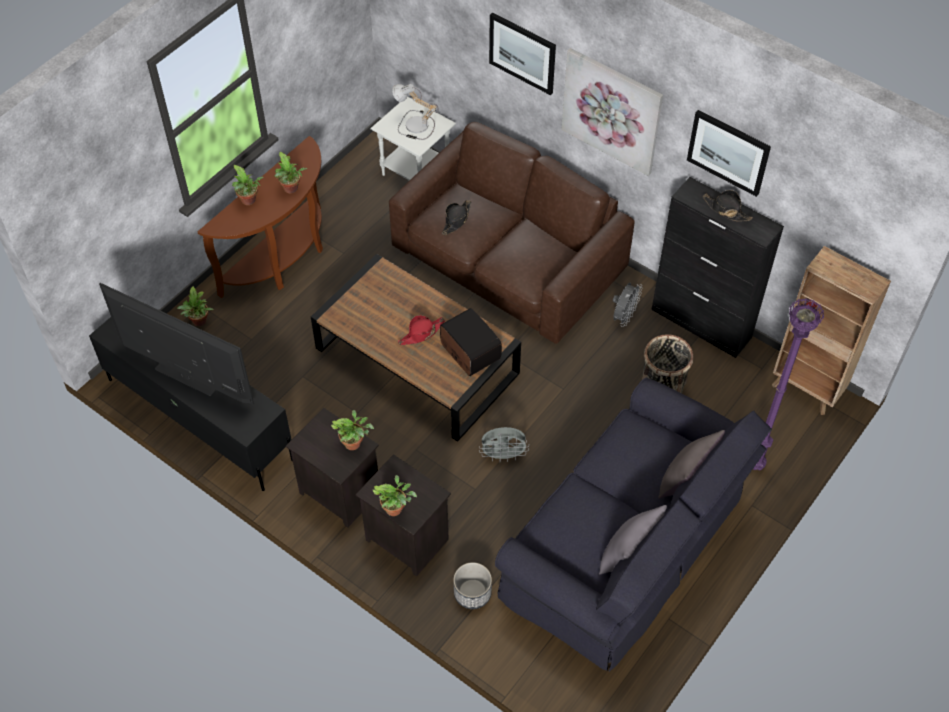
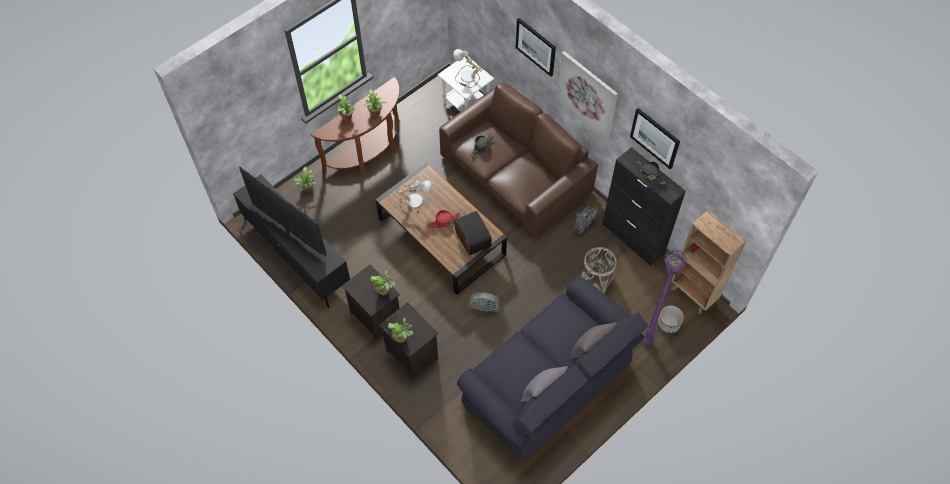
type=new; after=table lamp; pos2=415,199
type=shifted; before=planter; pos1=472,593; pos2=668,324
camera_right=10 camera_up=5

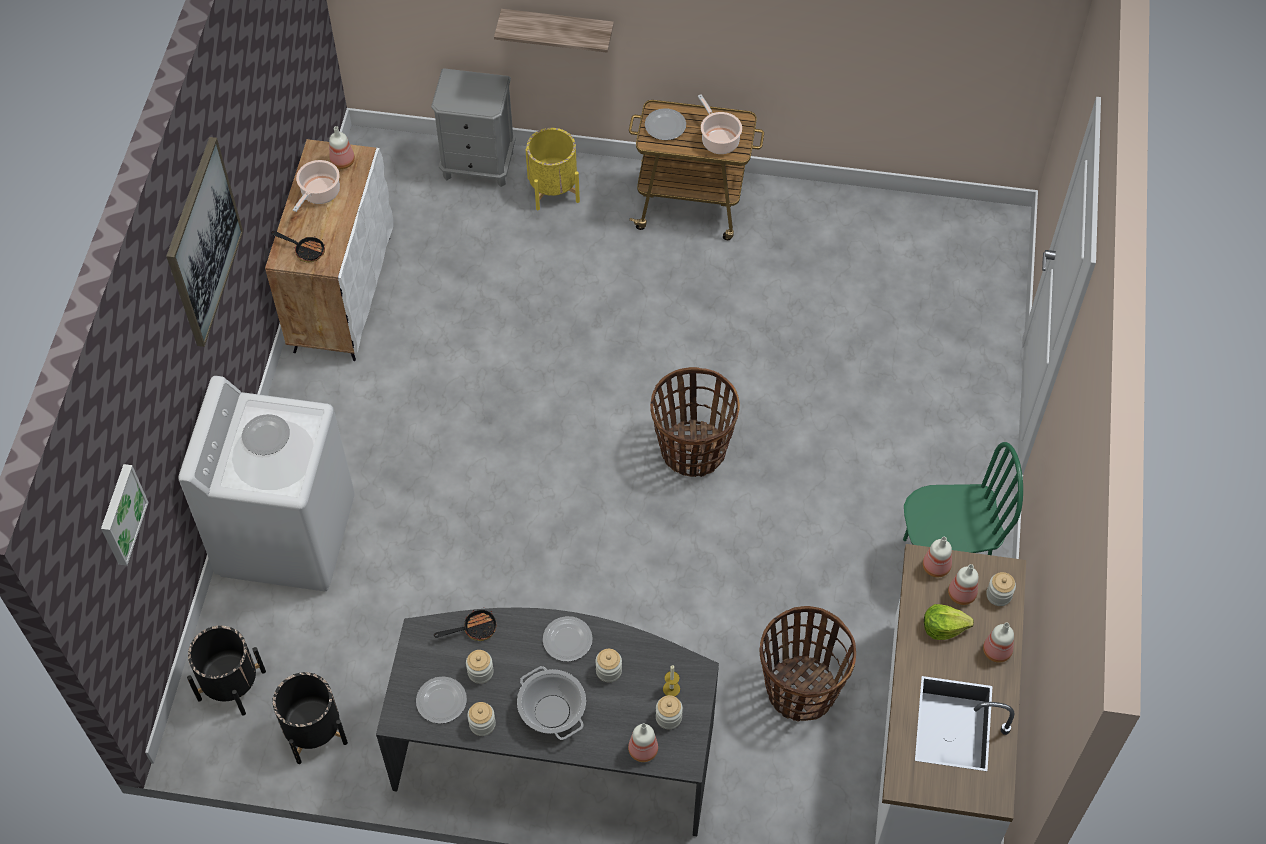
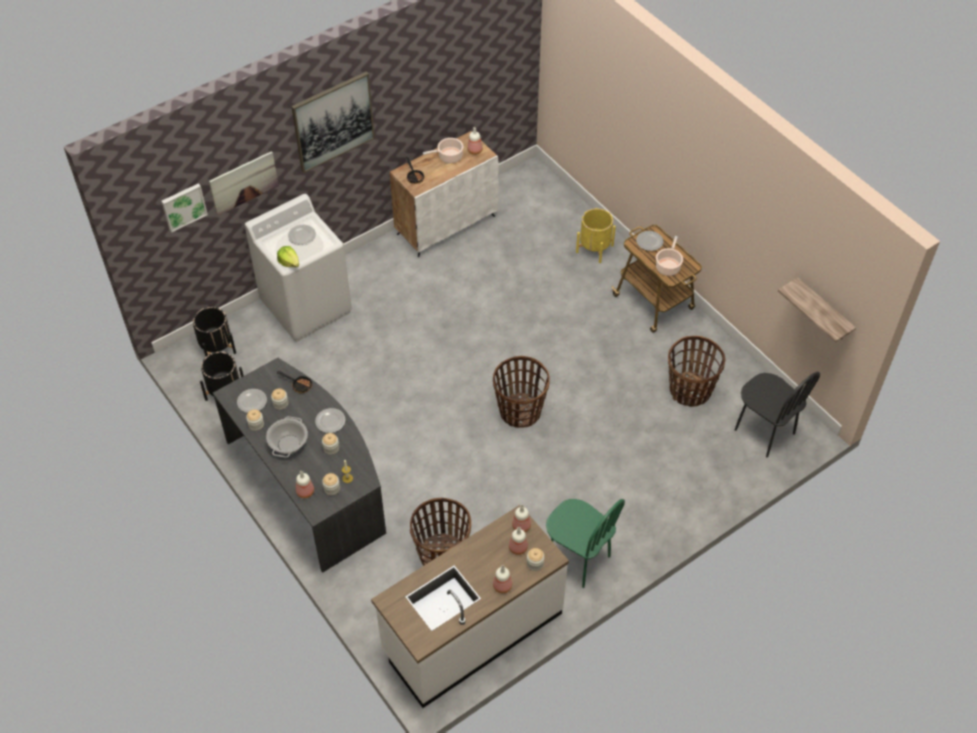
type=gone; before=nightstand in grey; pos1=478,164
type=new; after=picture; pos2=244,182
type=new; after=basket; pos2=690,391
type=new; after=chair in black; pos2=764,432
type=shifted; before=shelf; pos1=558,29; pos2=823,311
type=shifted; before=lettuce; pos1=943,627; pos2=289,262
camera_right=45 camera_up=-5

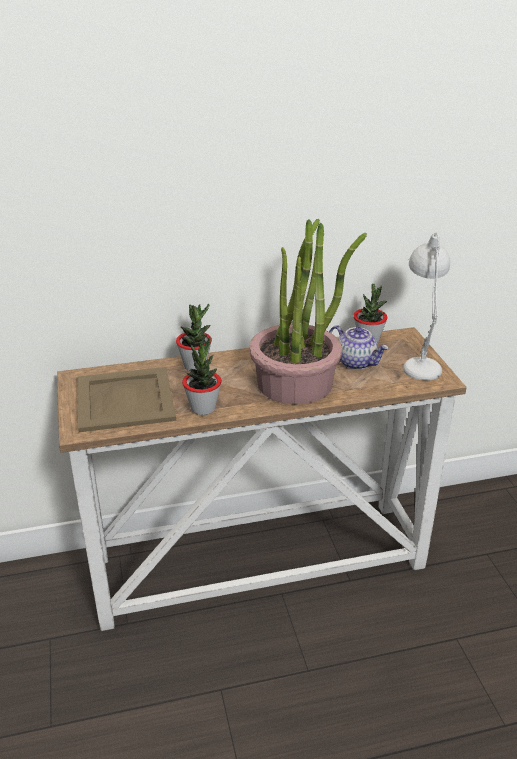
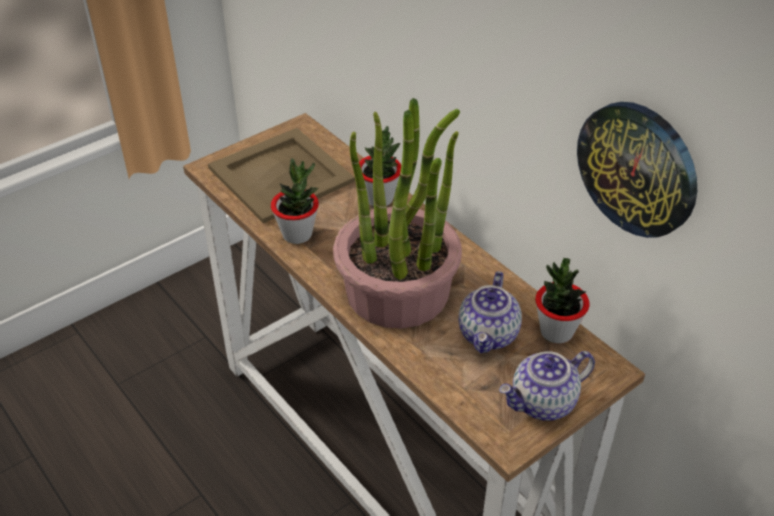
type=new; after=wall clock; pos2=637,168
type=swapped; before=table lamp in white; after=teapot; pos1=420,361; pos2=543,403
camera_right=65 camera_up=10

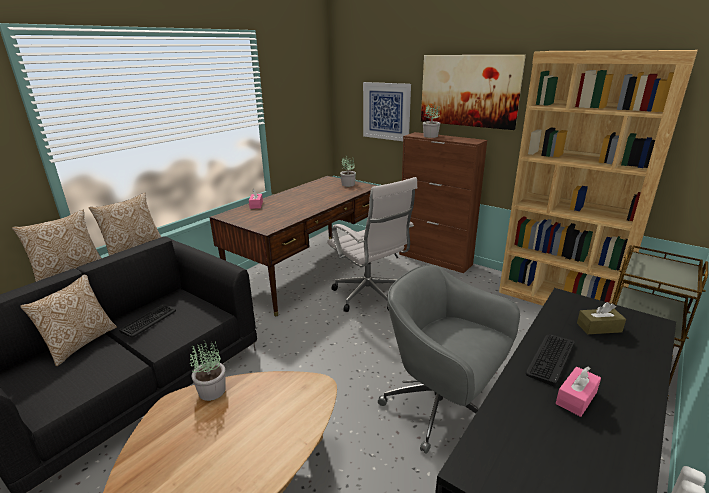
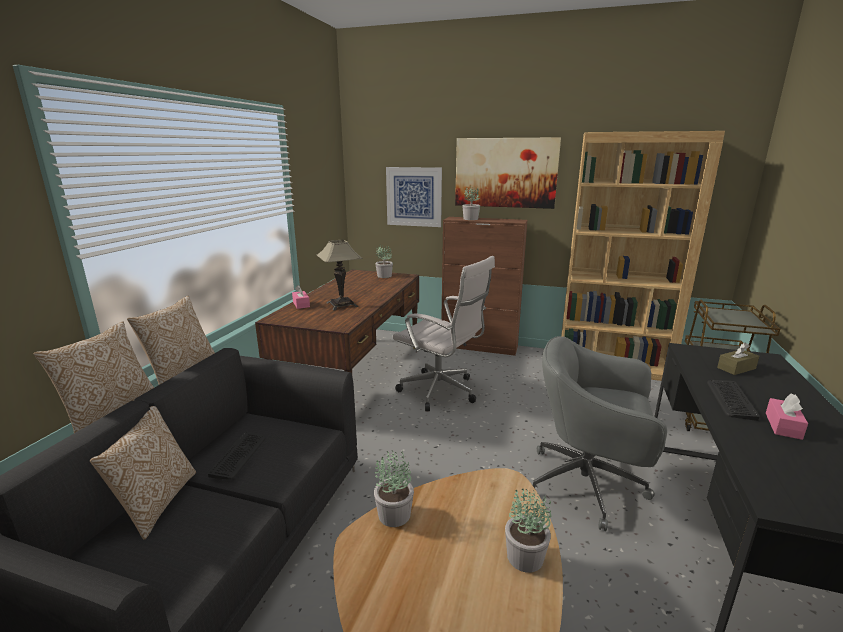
type=new; after=table lamp; pos2=342,305
type=new; after=potted plant; pos2=525,558
camera_right=-20 camera_up=-5

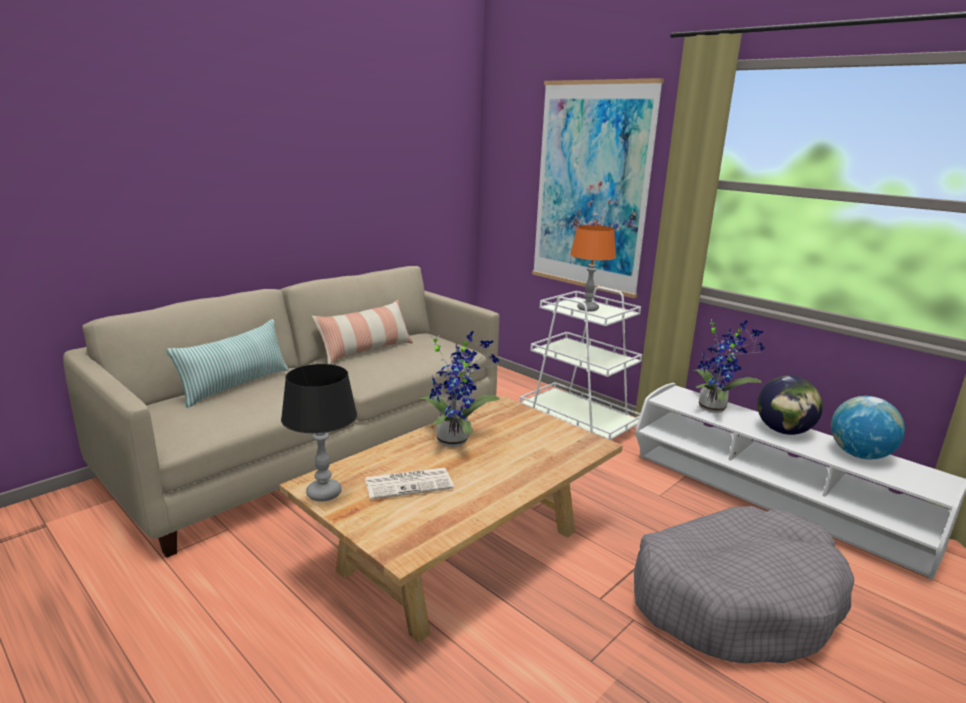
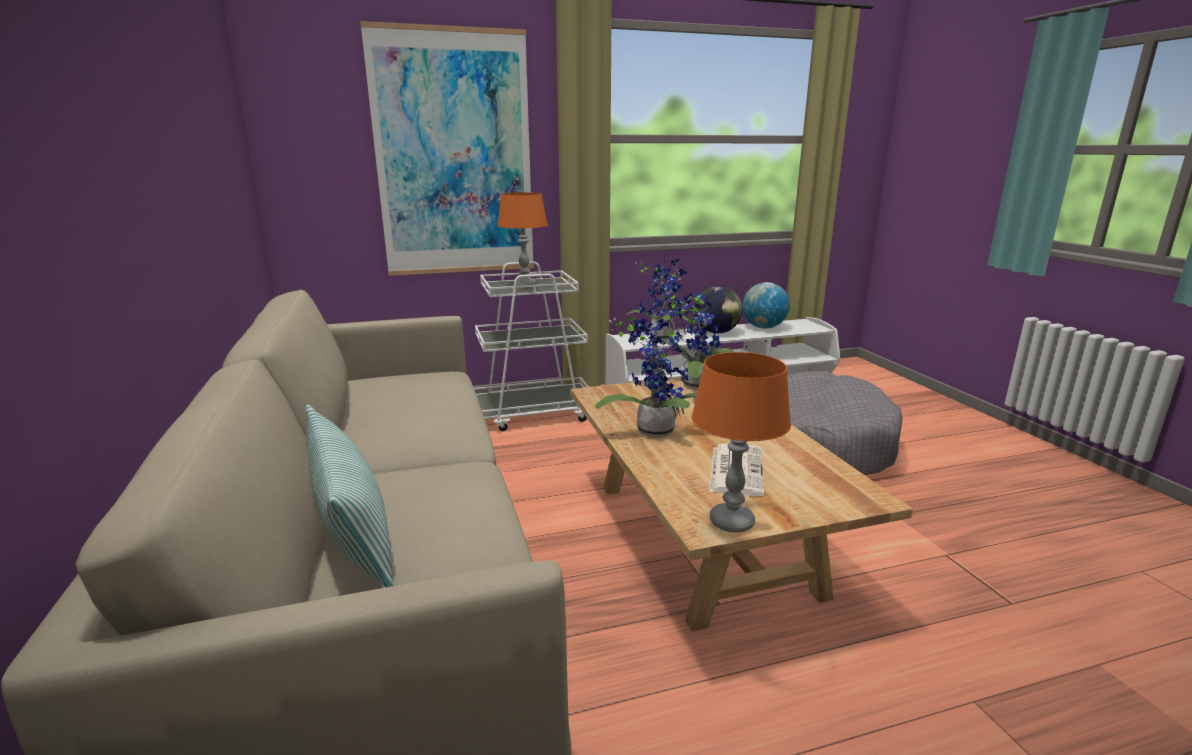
type=gone; before=pillow; pos1=366,350
type=new; after=potted plant; pos2=693,385
type=repainted; before=table lamp in black; after=table lamp in orange; pos1=324,493; pos2=731,522
camera_right=-60 camera_up=0

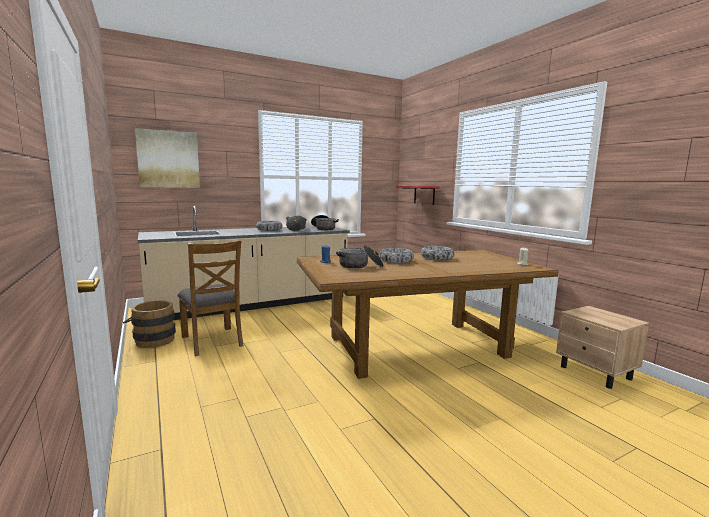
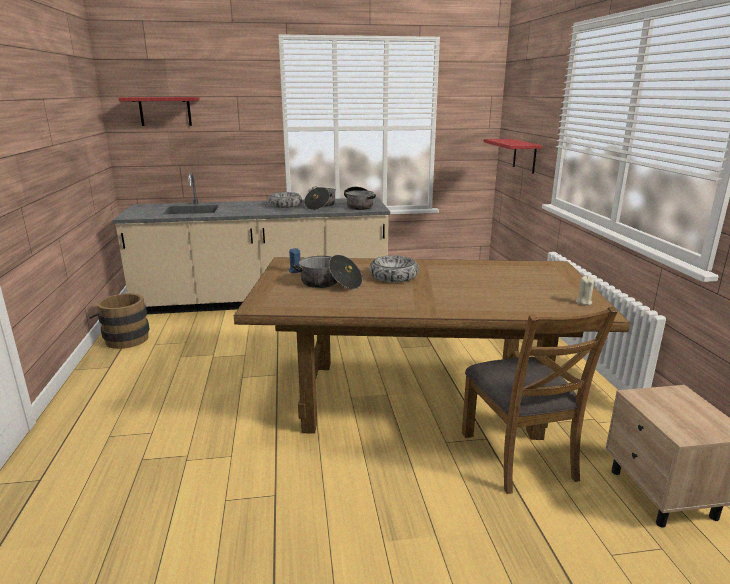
type=gone; before=bowl; pos1=437,258
type=shifted; before=chair in brown; pos1=213,341; pos2=519,456
type=swapped; before=picture; after=shelf in red; pos1=168,159; pos2=165,111
camera_right=20 camera_up=10

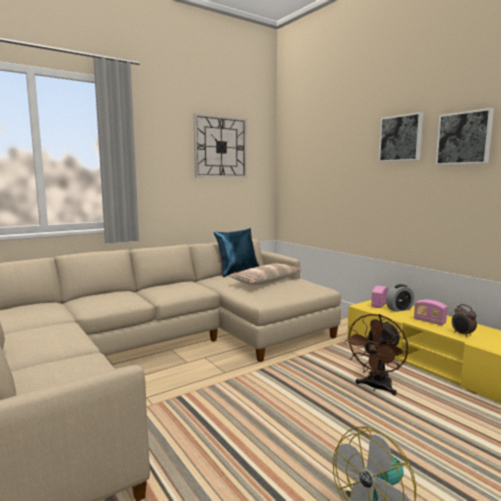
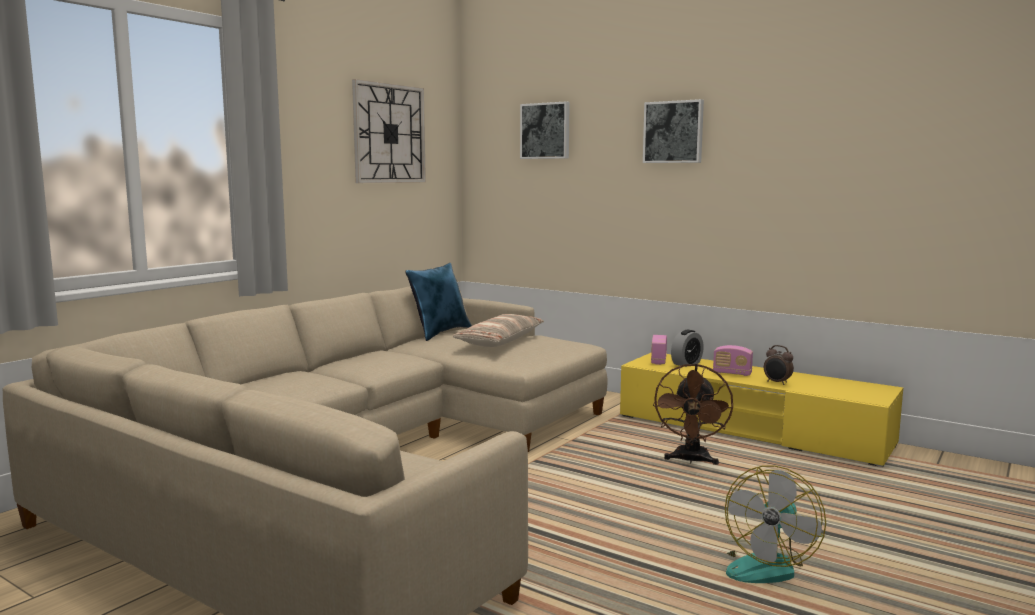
type=shifted; before=picture; pos1=464,138; pos2=546,131
camera_right=-20 camera_up=0

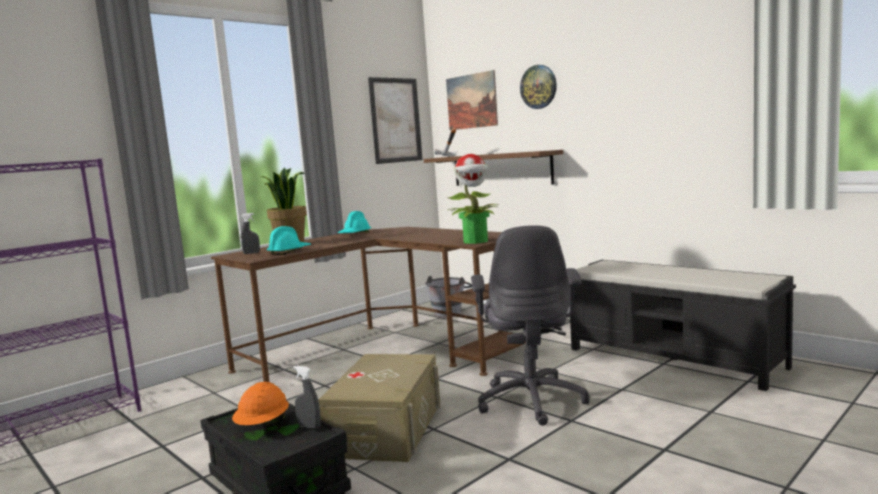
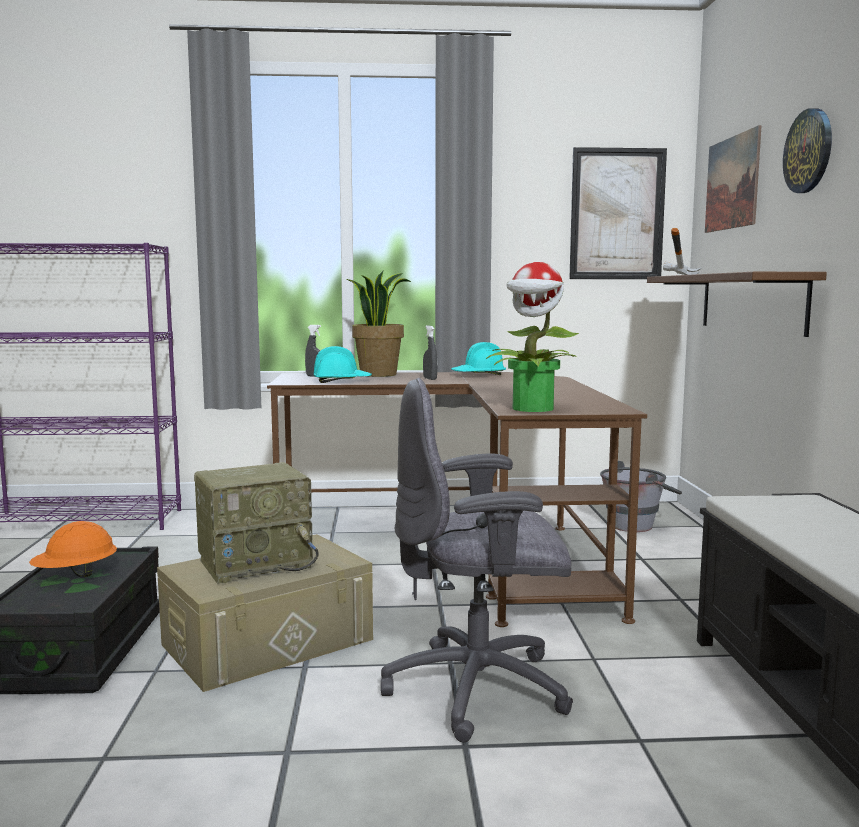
type=new; after=radio; pos2=256,563
type=shifted; before=spray bottle in grey; pos1=309,426; pos2=430,379
type=rotated; before=office chair in grey; pos1=532,400; pos2=480,689; turn=45
camera_right=40 camera_up=0

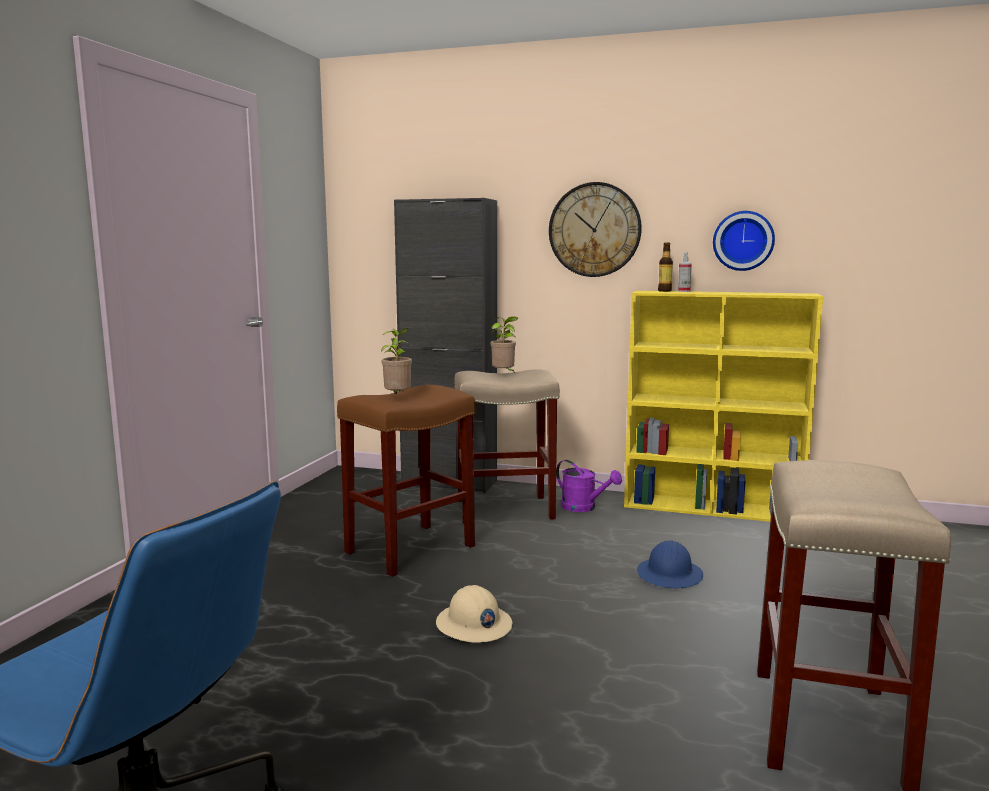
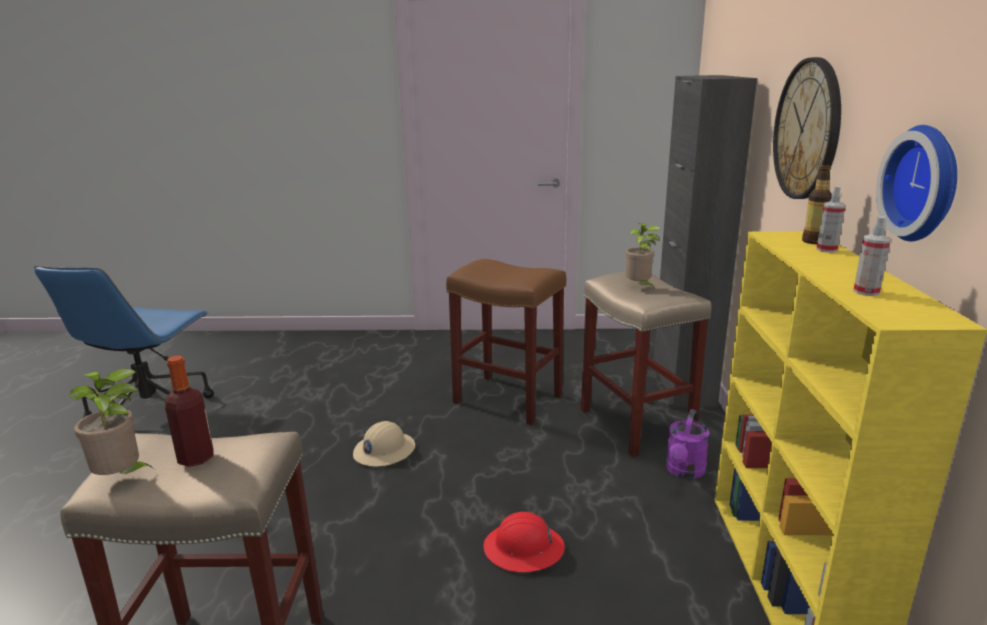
type=new; after=bottle; pos2=196,458
type=new; after=spray bottle; pos2=866,292
type=shifted; before=potted plant; pos1=398,398; pos2=123,478
type=repainted; before=hard hat in blue; after=hard hat in red; pos1=670,575; pos2=524,549
camera_right=75 camera_up=10

